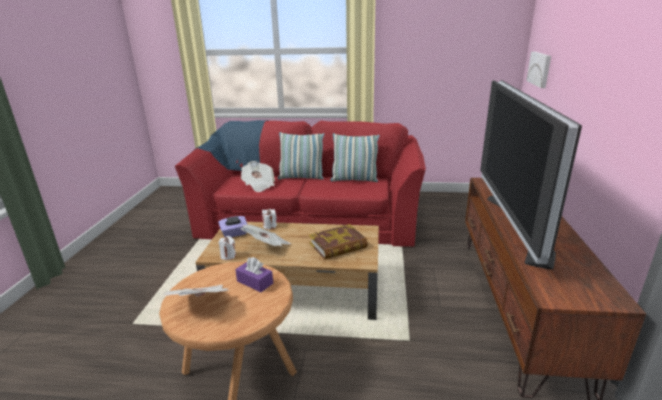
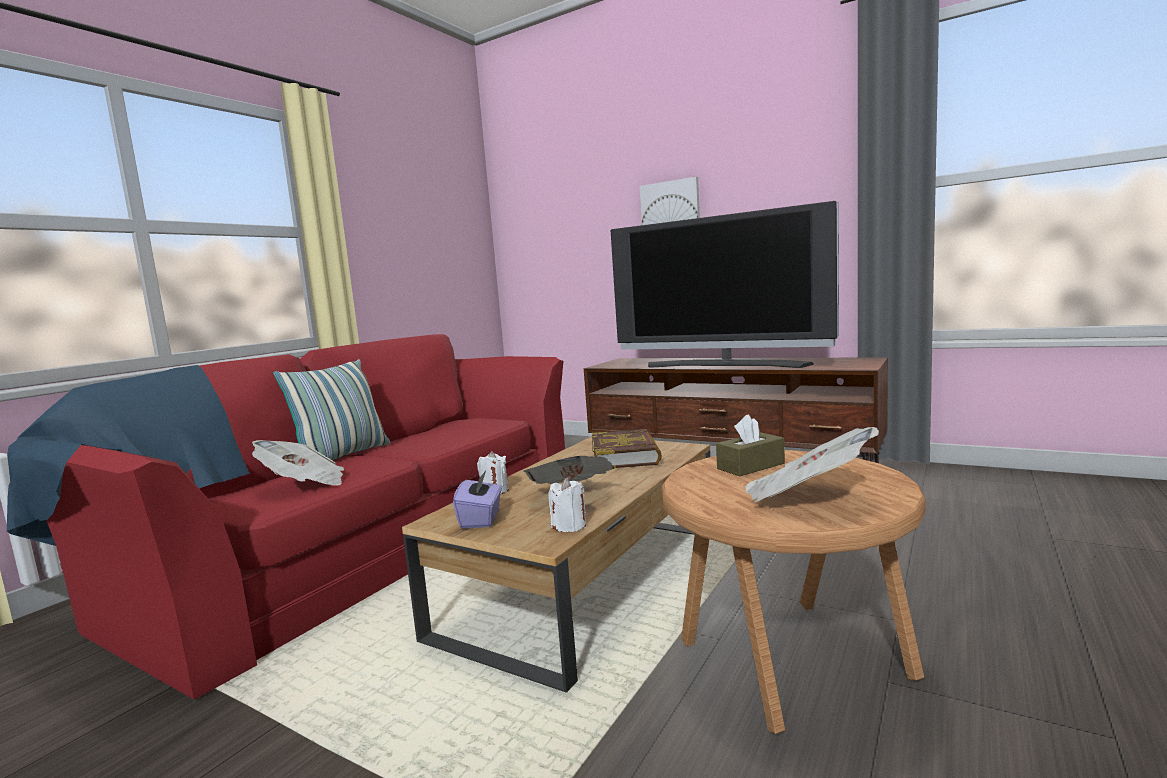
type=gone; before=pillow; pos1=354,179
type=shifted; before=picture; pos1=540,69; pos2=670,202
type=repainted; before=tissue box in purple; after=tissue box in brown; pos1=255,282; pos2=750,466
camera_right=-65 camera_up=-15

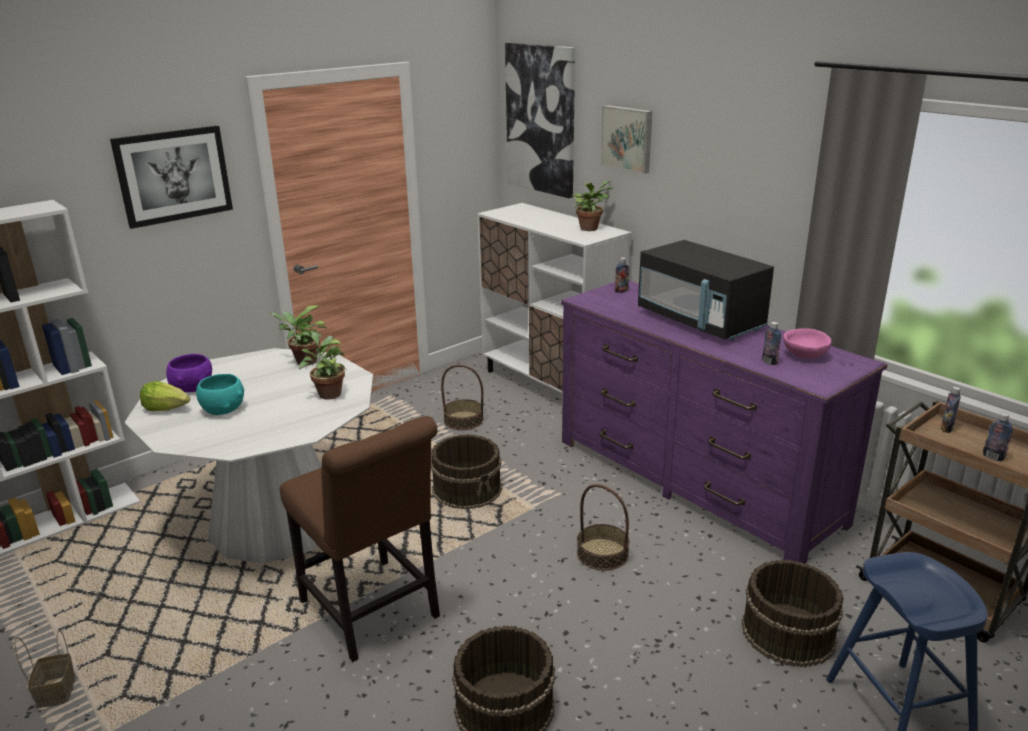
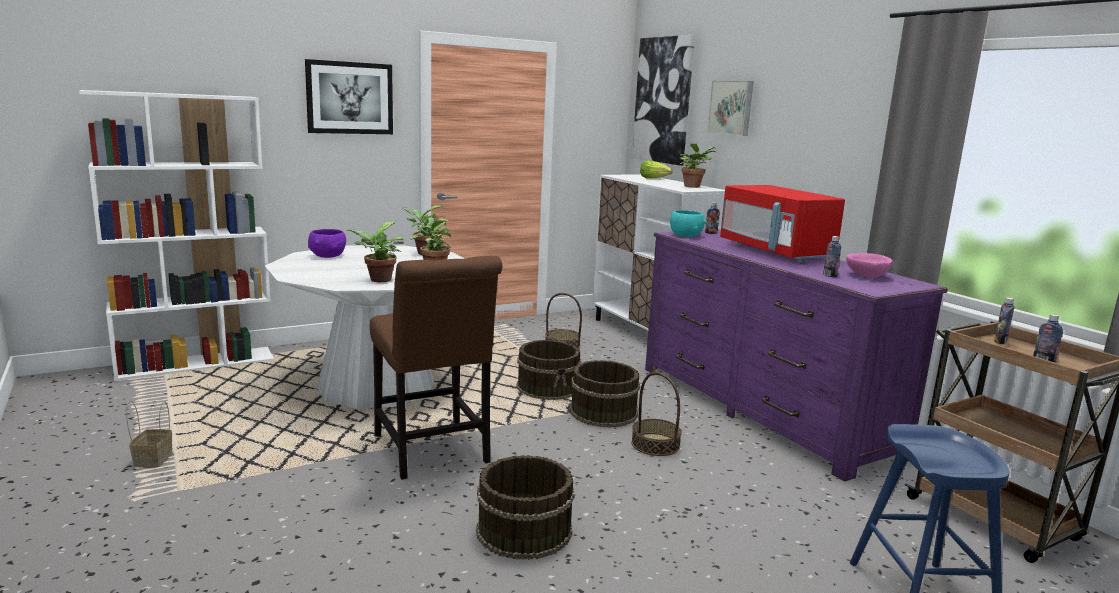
type=new; after=potted plant; pos2=378,280
type=shifted; before=lettuce; pos1=167,408; pos2=654,178
type=shifted; before=bowl in turquoise; pos1=224,409; pos2=686,235
type=shifted; before=bucket in brown; pos1=787,633; pos2=602,412
type=repainted; before=microwave in black; after=microwave in red; pos1=700,321; pos2=775,252
camera_right=10 camera_up=-10

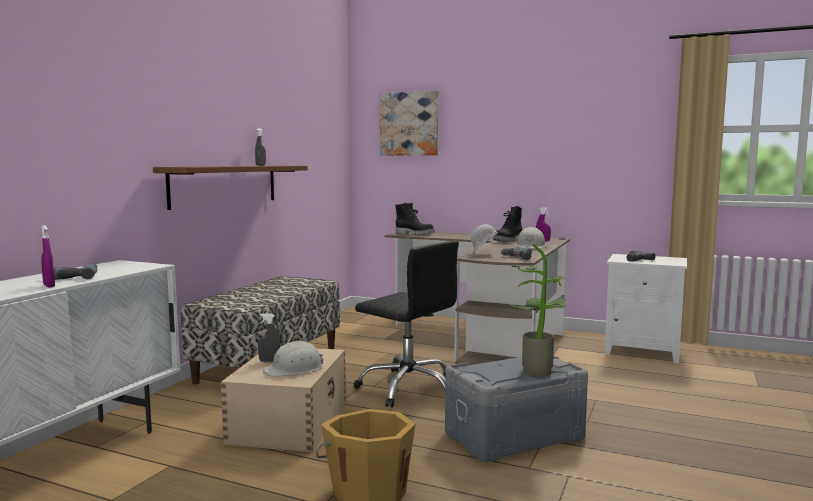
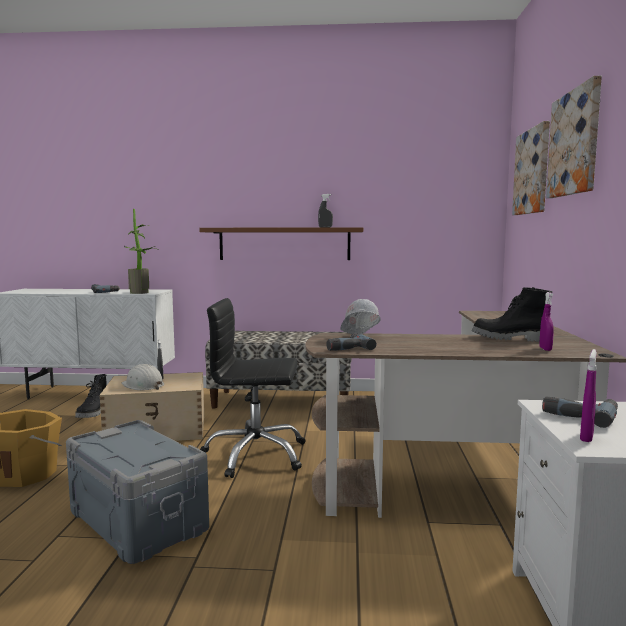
type=gone; before=hard hat in white; pos1=530,246
type=new; after=picture; pos2=575,143
type=shifted; before=spray bottle in purple; pos1=49,286; pos2=586,437
type=shifted; before=boot in black; pos1=415,234; pos2=94,413
type=shifted; before=potted plant; pos1=537,369; pos2=142,292
type=rotated; before=office chair in black; pos1=408,388; pos2=255,455; turn=75
camera_right=70 camera_up=0

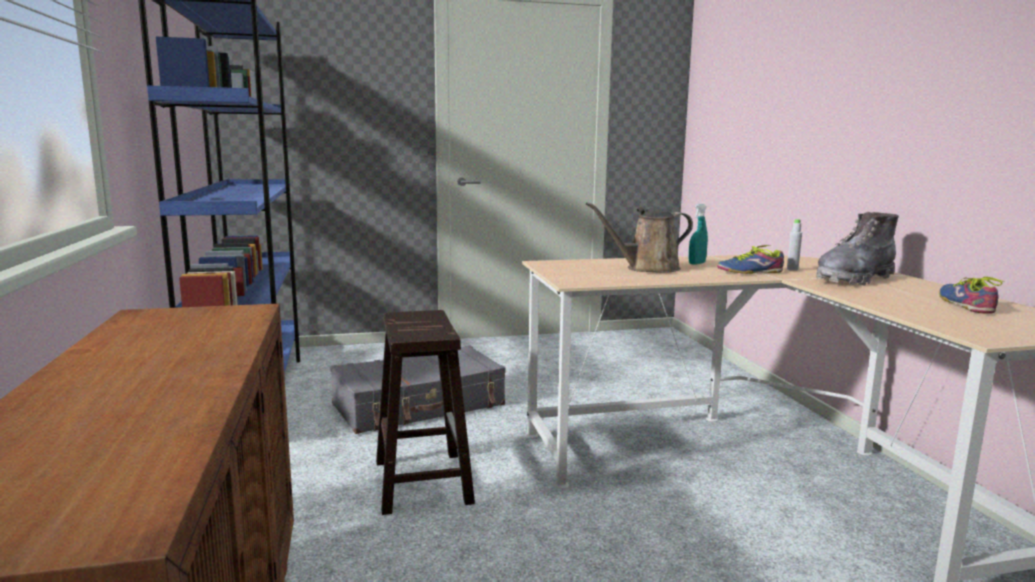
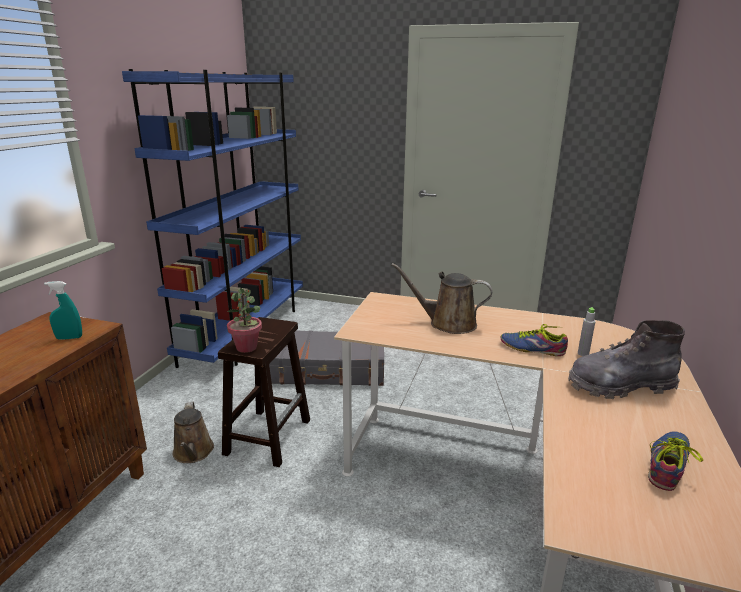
type=new; after=watering can in brown; pos2=193,453
type=new; after=potted plant; pos2=246,347
type=shifted; before=spray bottle in turquoise; pos1=697,263; pos2=69,338
camera_right=30 camera_up=10

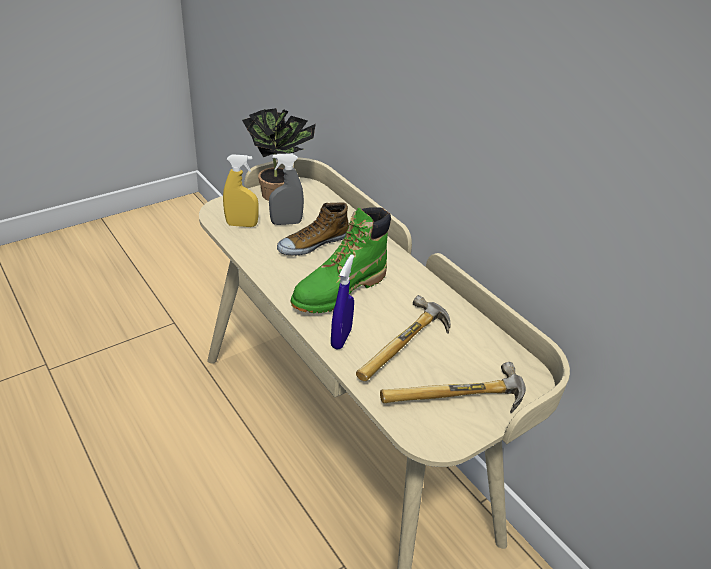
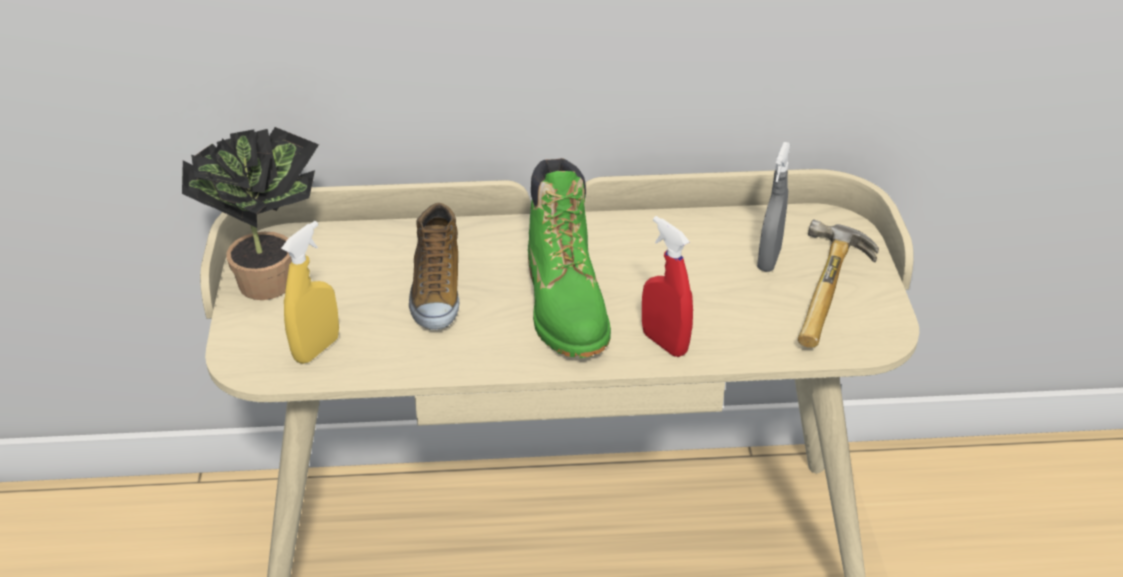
type=gone; before=hammer; pos1=407,348
type=shifted; before=spray bottle in grey; pos1=286,223; pos2=769,259
type=repainted; before=spray bottle in blue; after=spray bottle in red; pos1=341,338; pos2=664,343
camera_right=-55 camera_up=0

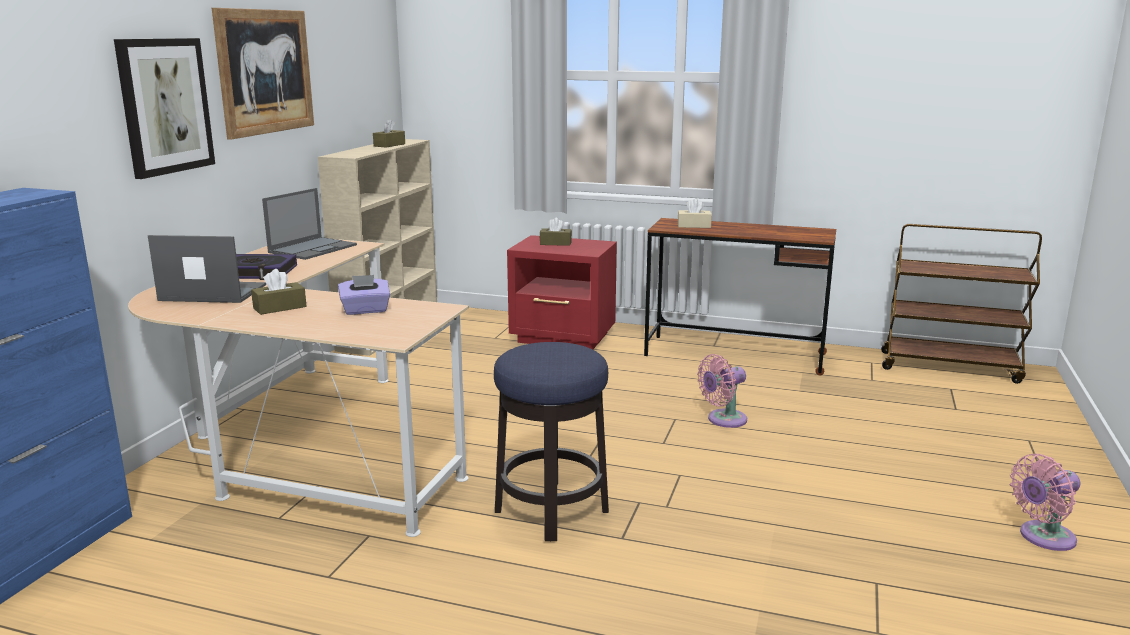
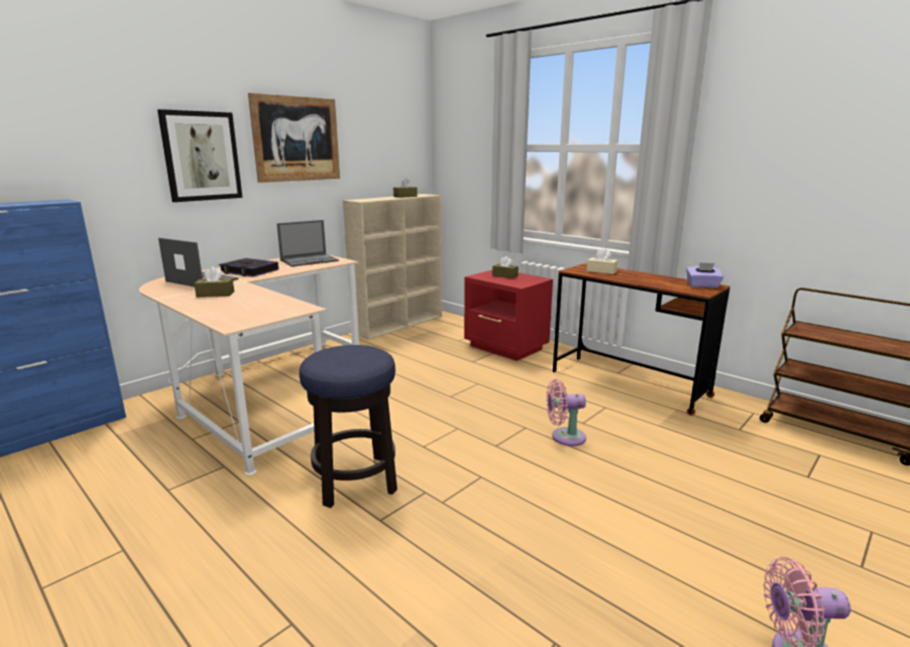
type=shifted; before=tissue box in purple; pos1=365,310; pos2=702,286
camera_right=25 camera_up=0

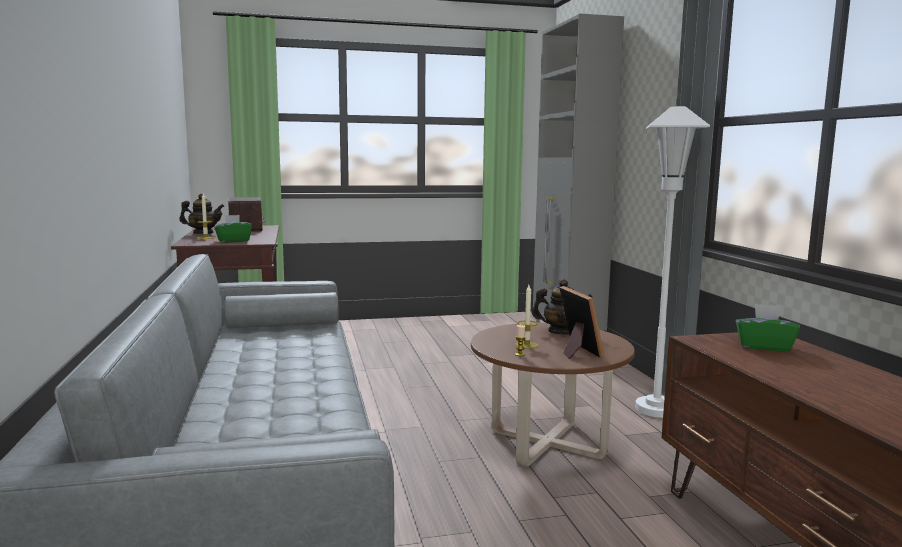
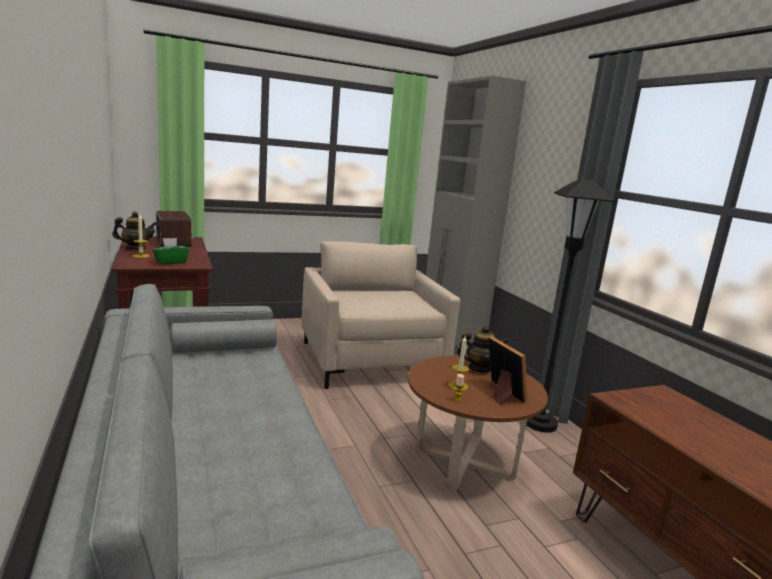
type=gone; before=tissue box in green; pos1=764,346
type=new; after=armchair in beige; pos2=371,361
type=repainted; before=floor lamp in white; after=floor lamp in black; pos1=656,409; pos2=540,423
camera_right=-10 camera_up=5

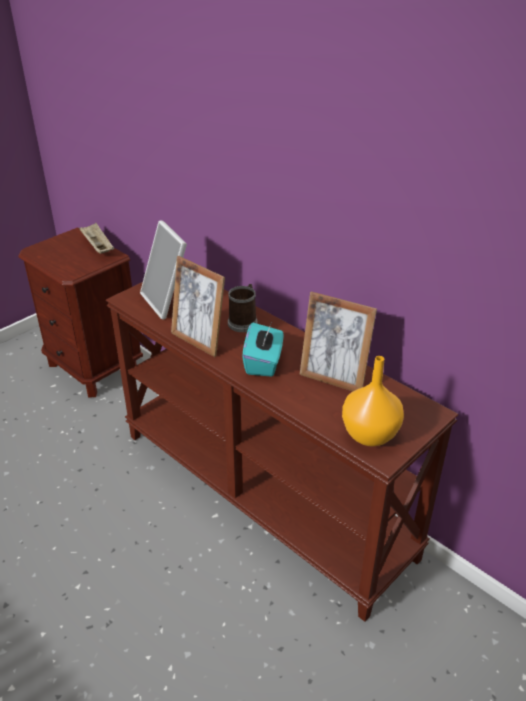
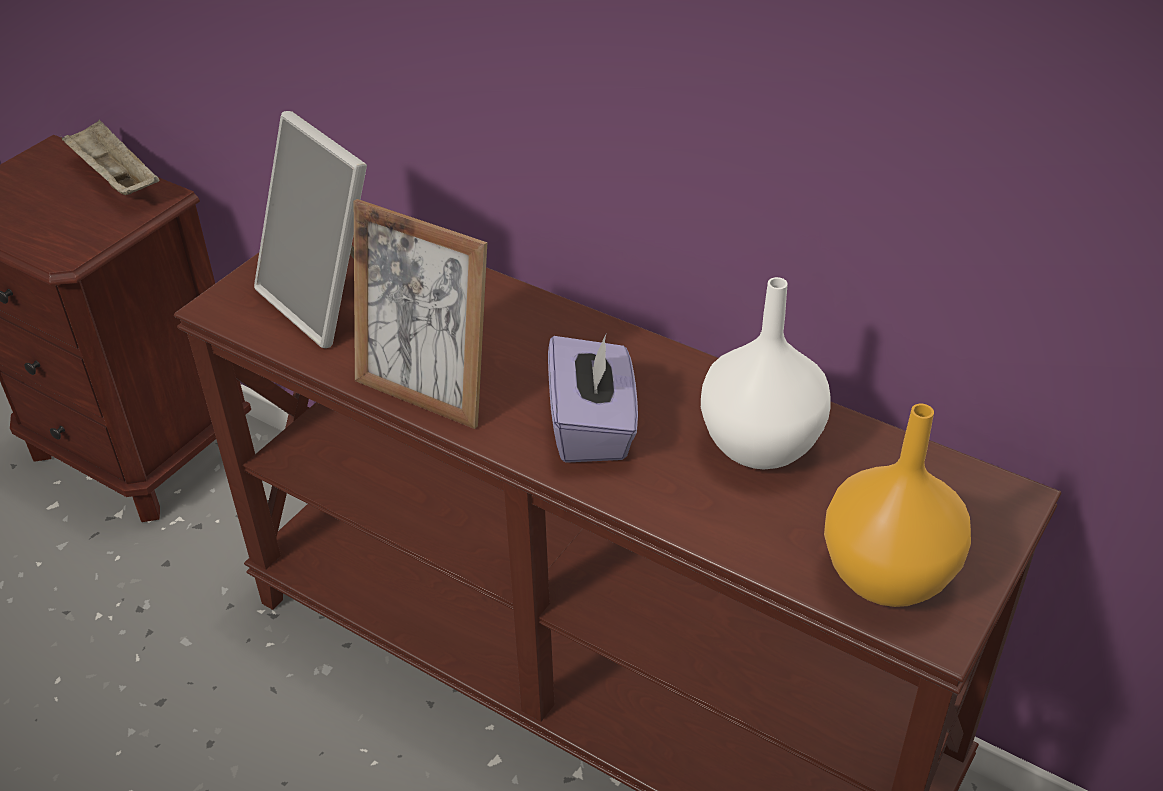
type=gone; before=mug; pos1=244,321
type=swapped; before=picture frame; after=vase in white; pos1=333,378; pos2=762,444
type=repainted; before=tissue box in turquoise; after=tissue box in purple; pos1=263,363; pos2=593,427
camera_right=-10 camera_up=5

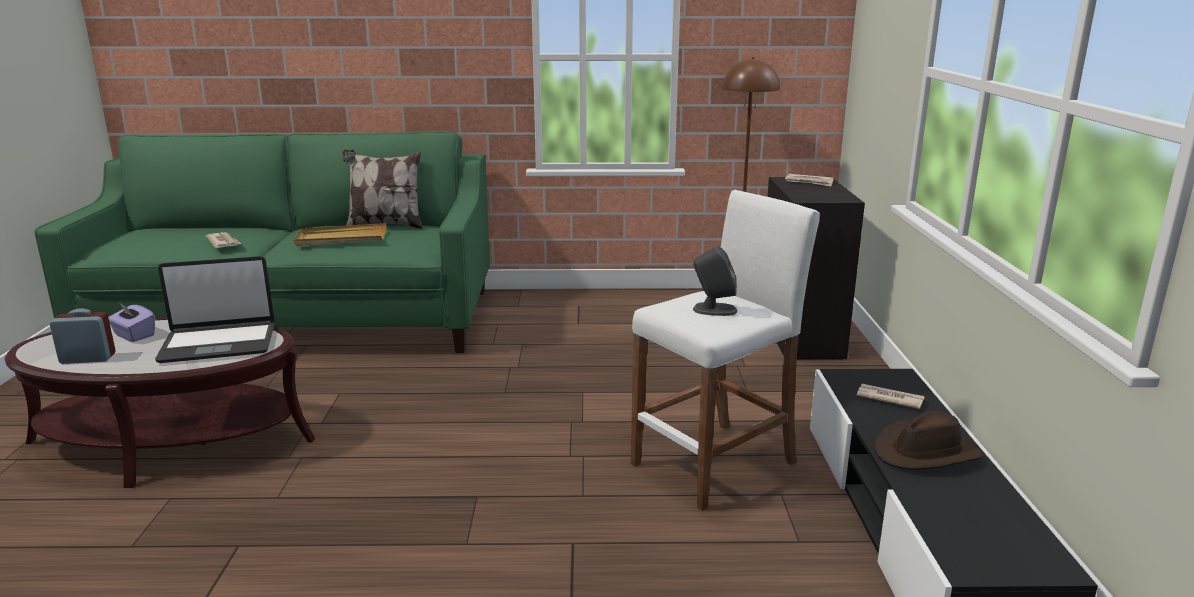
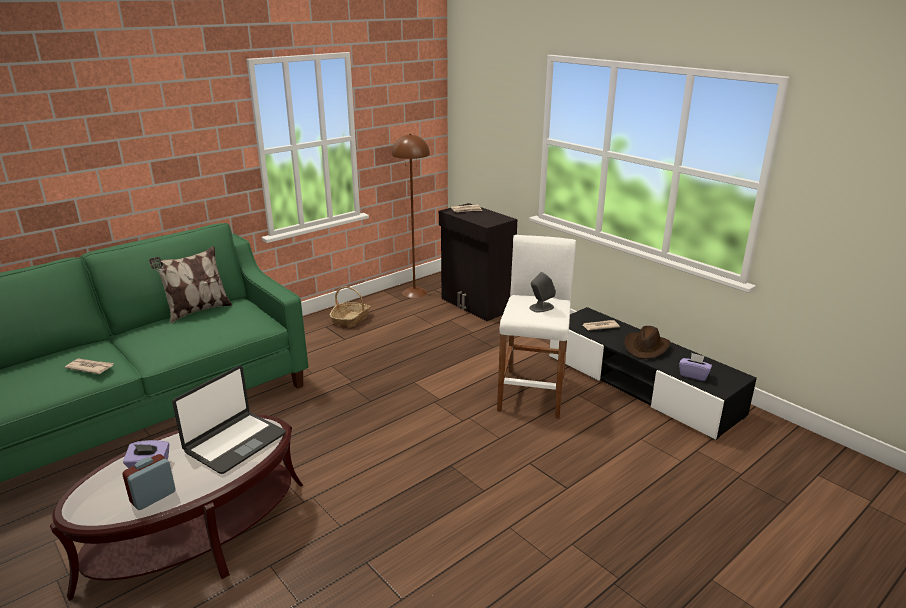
type=gone; before=tray in beige; pos1=341,238
type=new; after=basket; pos2=351,319
type=new; after=tissue box in purple; pos2=693,375
camera_right=-40 camera_up=5

